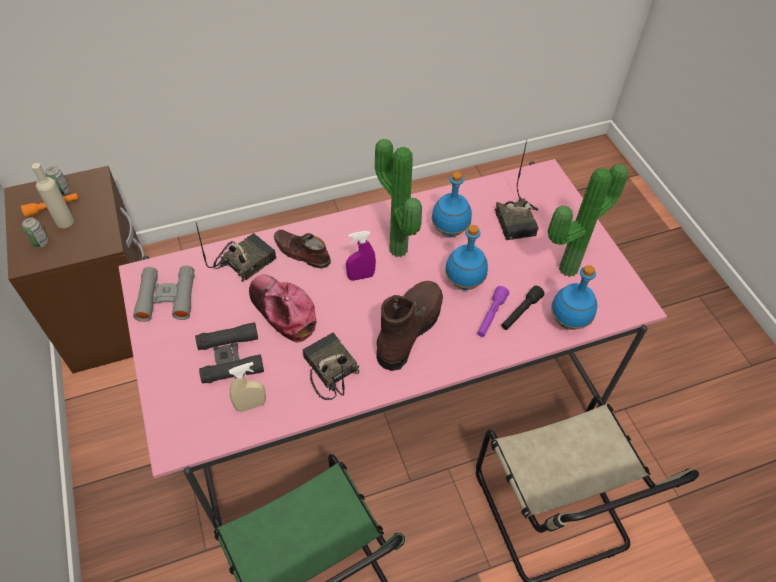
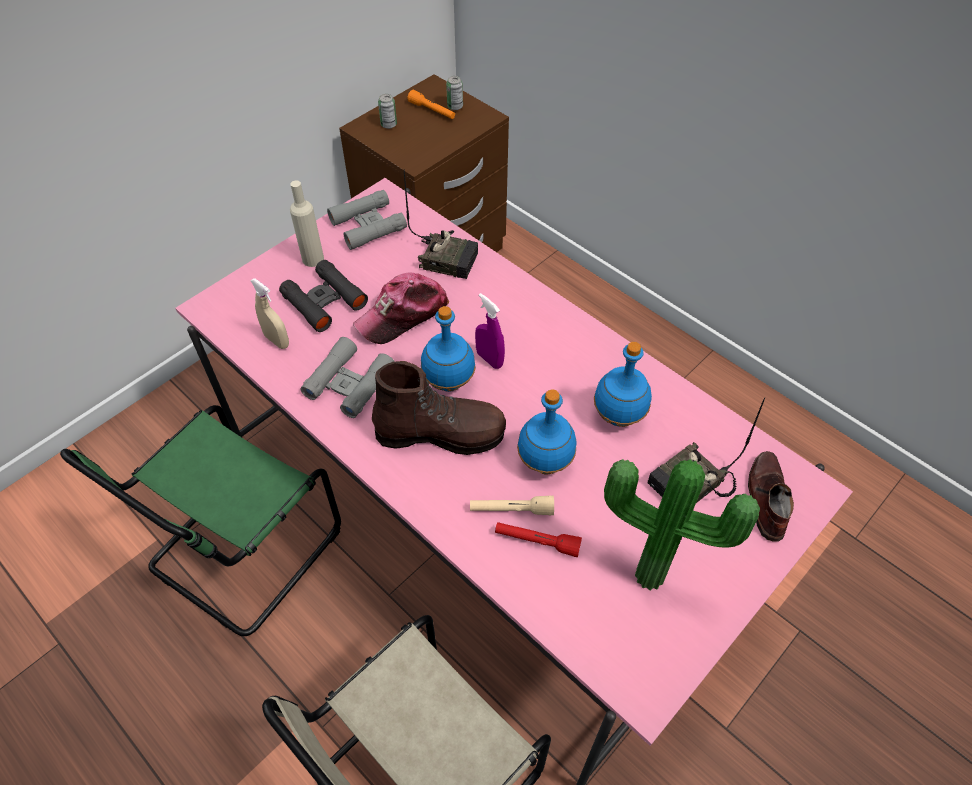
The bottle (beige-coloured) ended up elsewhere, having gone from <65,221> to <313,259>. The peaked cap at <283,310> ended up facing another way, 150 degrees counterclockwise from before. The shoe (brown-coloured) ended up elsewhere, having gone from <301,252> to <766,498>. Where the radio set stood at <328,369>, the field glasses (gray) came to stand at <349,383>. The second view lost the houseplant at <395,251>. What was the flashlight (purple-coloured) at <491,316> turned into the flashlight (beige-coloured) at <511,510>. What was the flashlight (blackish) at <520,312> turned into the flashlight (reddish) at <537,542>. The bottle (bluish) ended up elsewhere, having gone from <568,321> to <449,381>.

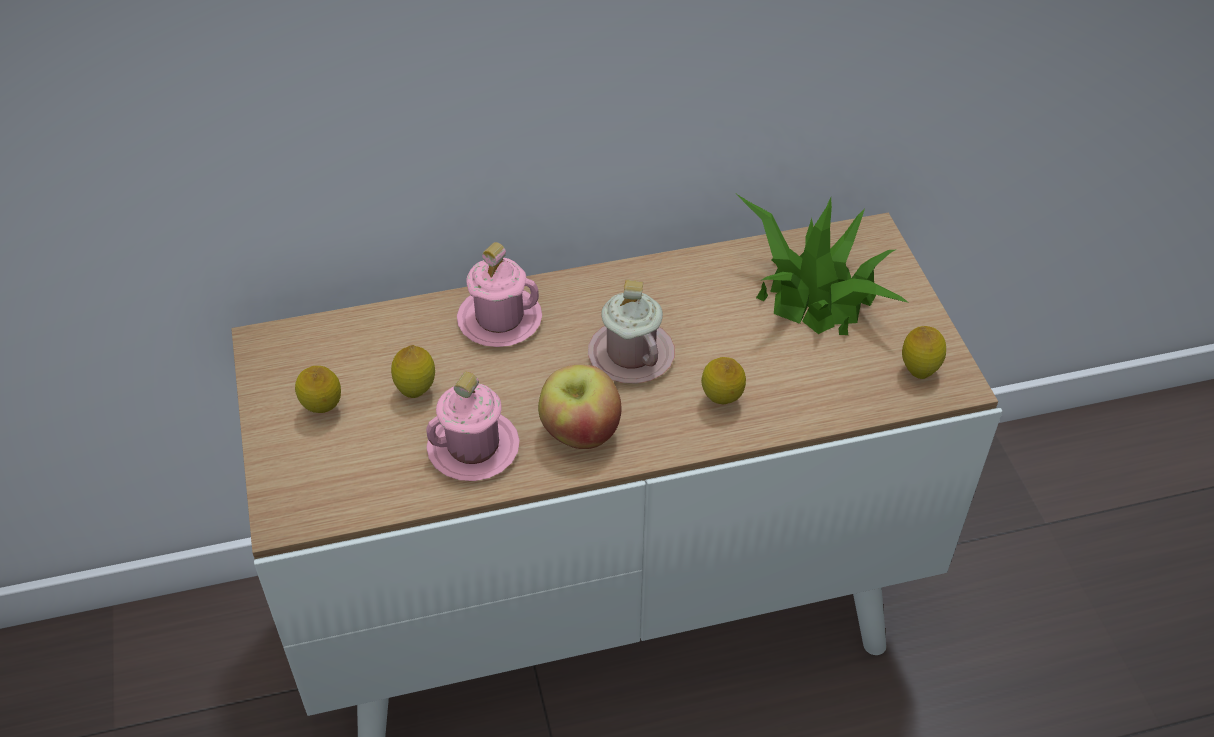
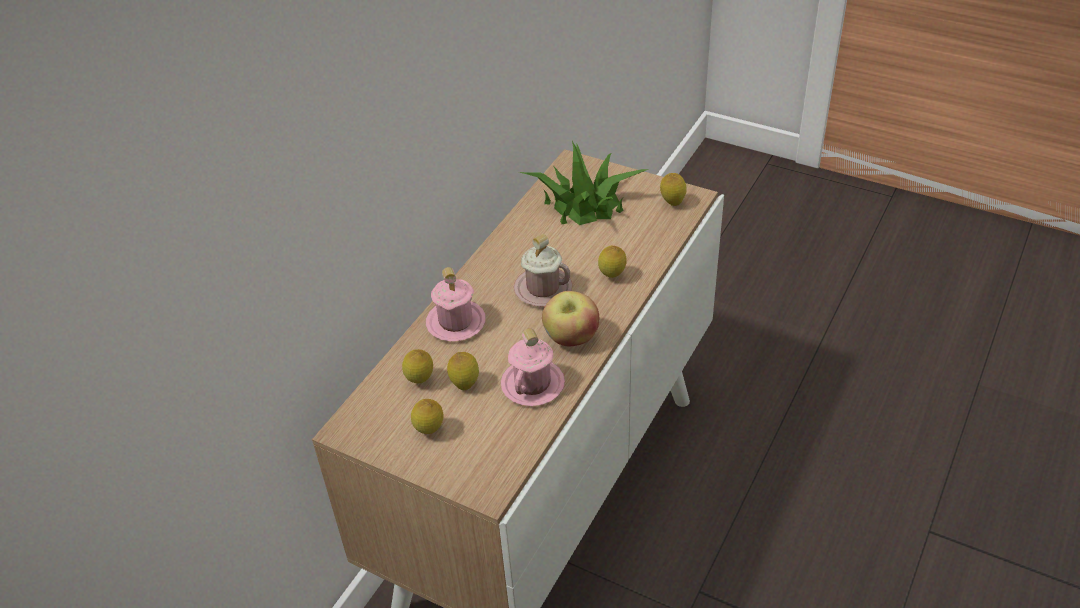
The second view gained the lemon at <420,381>.

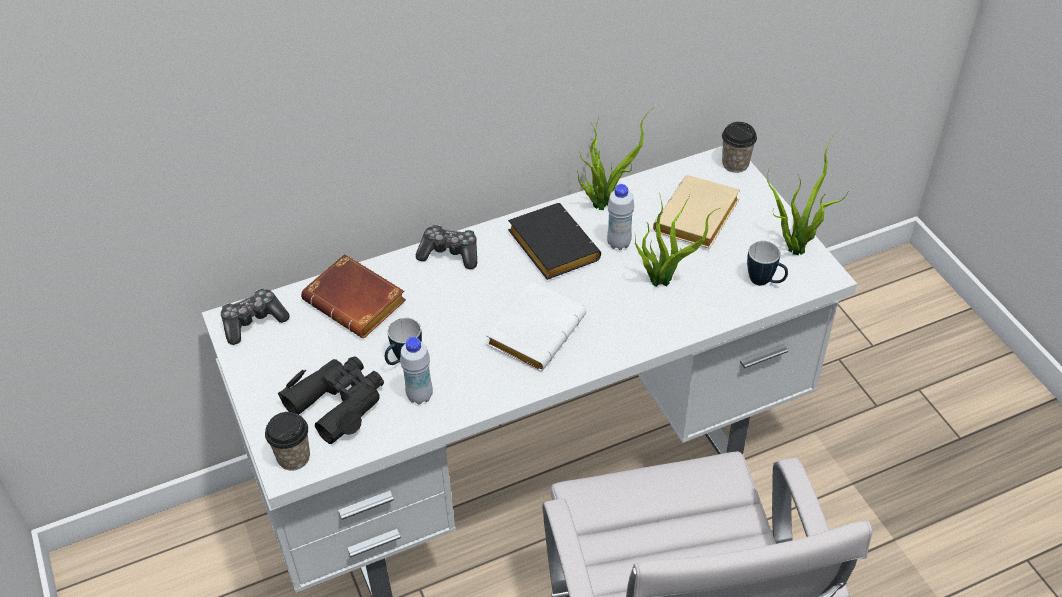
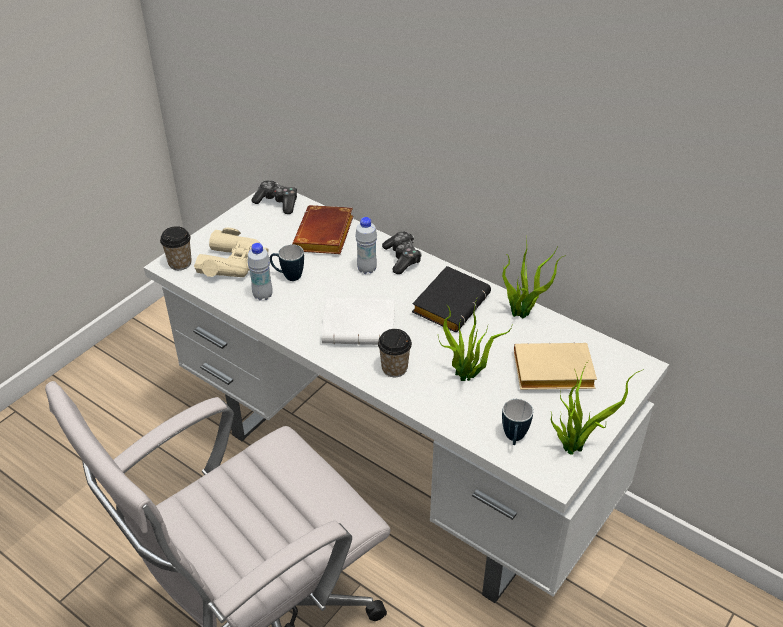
What was the field glasses (blackish) at <338,402> turned into the field glasses (beige-coloured) at <234,263>. The bottle (whitish) ended up elsewhere, having gone from <619,243> to <367,269>. The drinking cup ended up elsewhere, having gone from <735,164> to <394,368>.

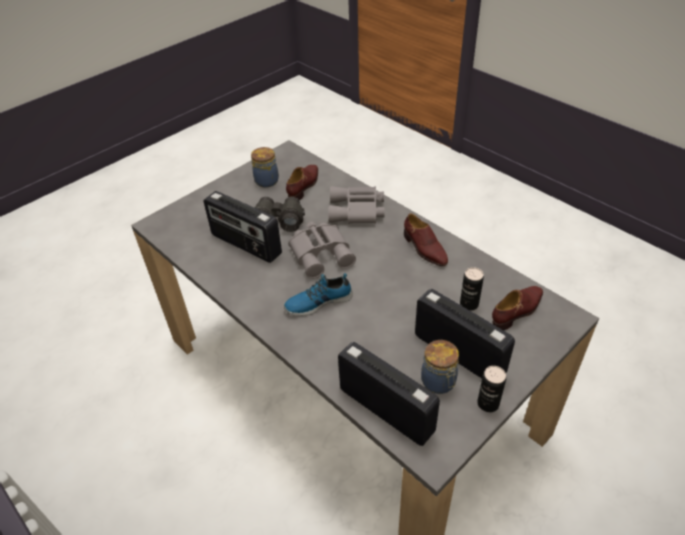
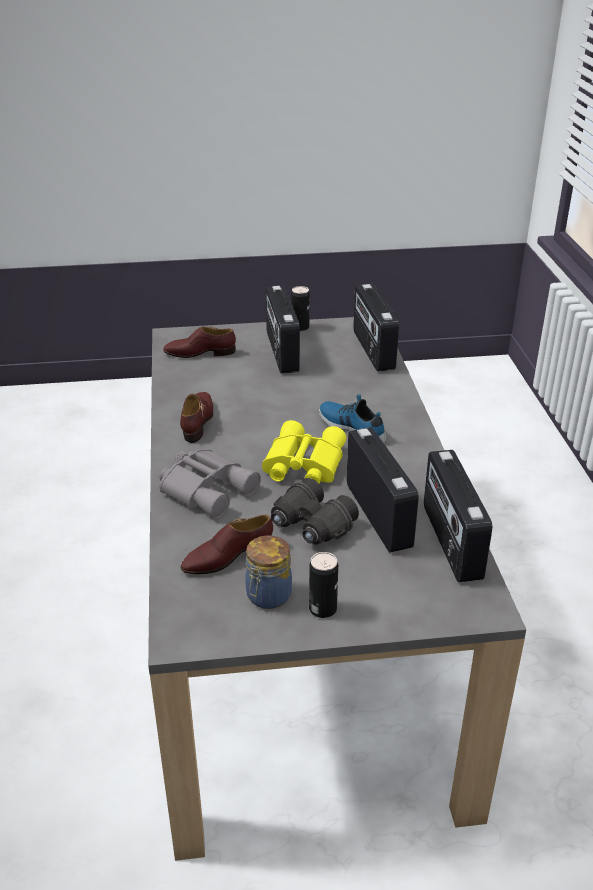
The shoe at <318,301> ended up facing another way, 150 degrees counterclockwise from before. What was the field glasses (gray) at <322,253> turned into the field glasses (yellowish) at <302,464>. The second view lost the storage jar at <439,382>. The metal can ended up elsewhere, having gone from <469,304> to <322,609>. The second view gained the radio set at <450,542>.

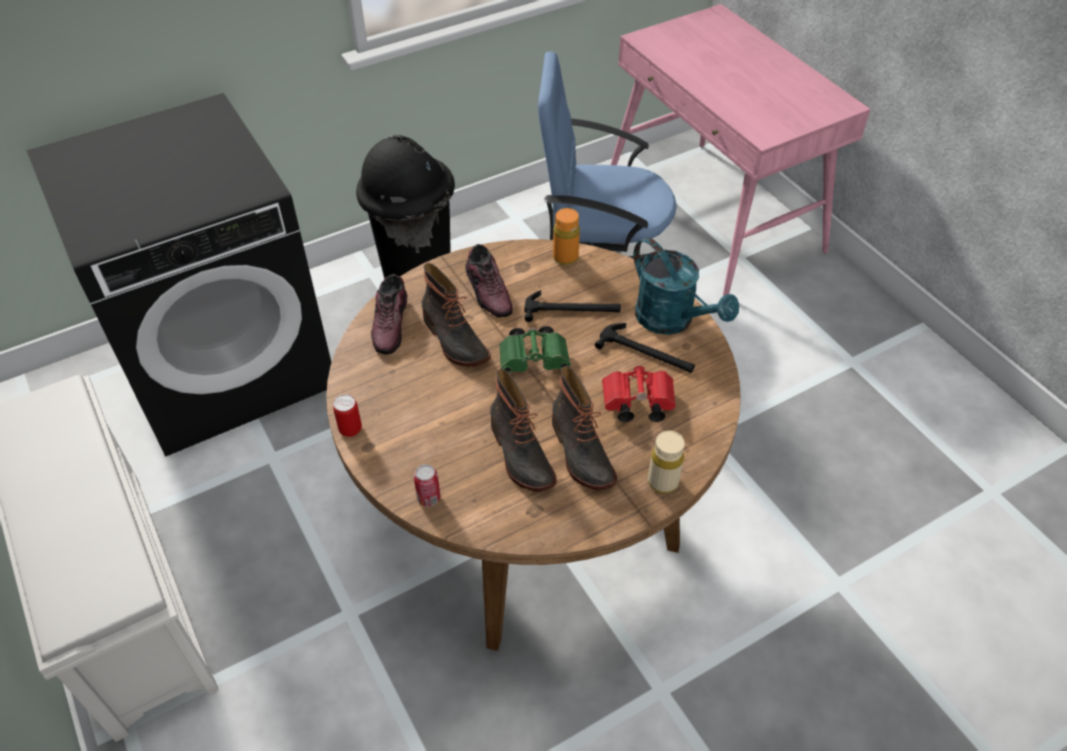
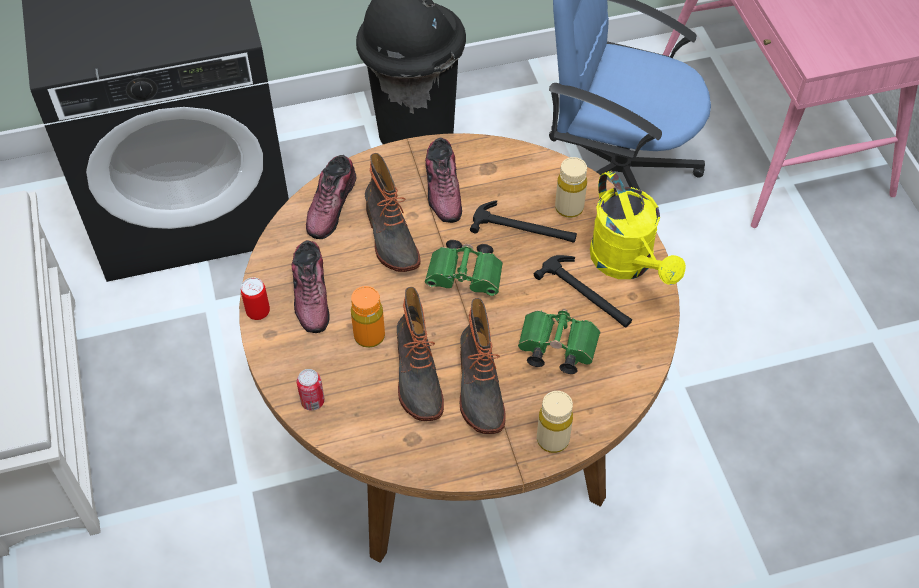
The bottle (orange-coloured) ended up elsewhere, having gone from <565,257> to <369,336>. What was the field glasses (reddish) at <635,404> turned into the field glasses (greenish) at <554,349>. What was the watering pot (turquoise-coloured) at <672,321> turned into the watering pot (yellowish) at <628,264>. The second view gained the shoe at <312,295>. The second view gained the bottle (beige-coloured) at <569,208>.

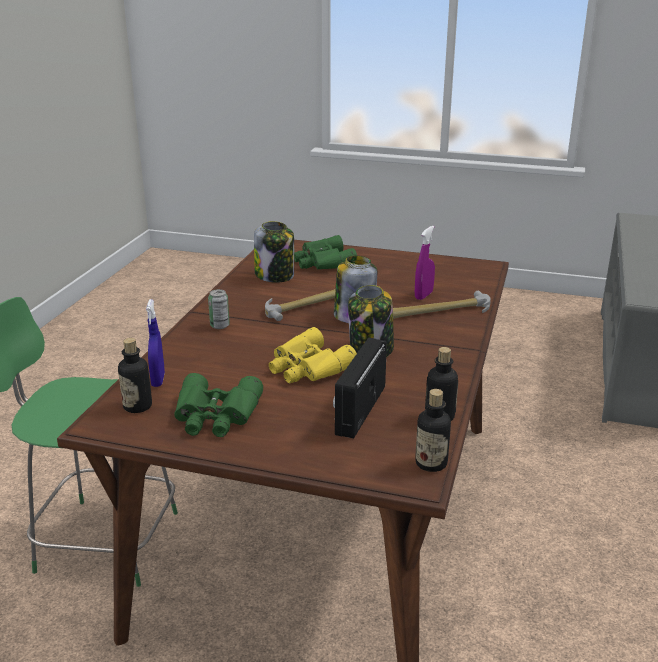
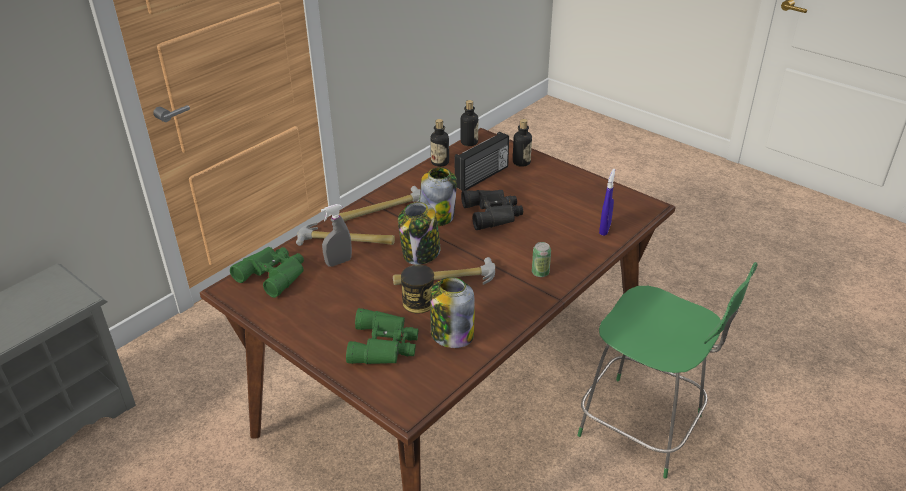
The bottle ended up elsewhere, having gone from <137,406> to <521,162>. The field glasses (greenish) ended up elsewhere, having gone from <216,416> to <274,274>. What was the field glasses (yellowish) at <307,367> turned into the field glasses (blackish) at <494,213>. What was the hand sprayer (purple-coloured) at <423,295> turned into the hand sprayer (gray) at <338,262>. The second view gained the hand hammer at <382,209>. The second view gained the metal can at <418,302>.

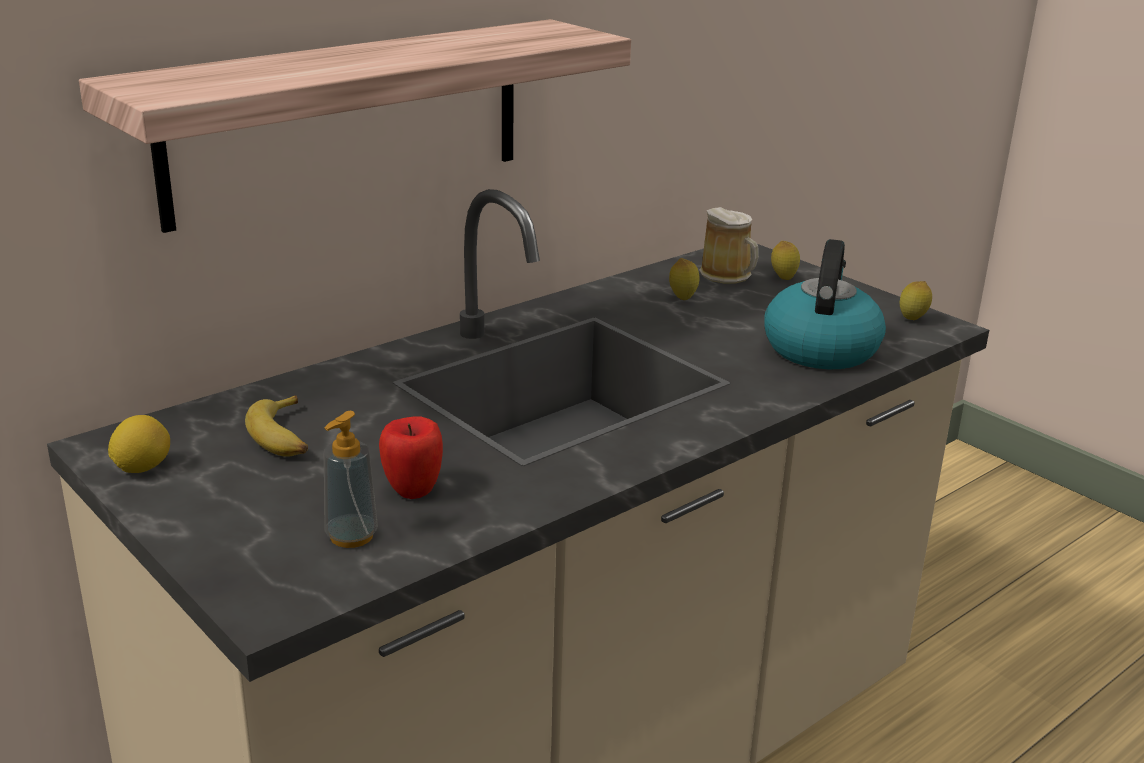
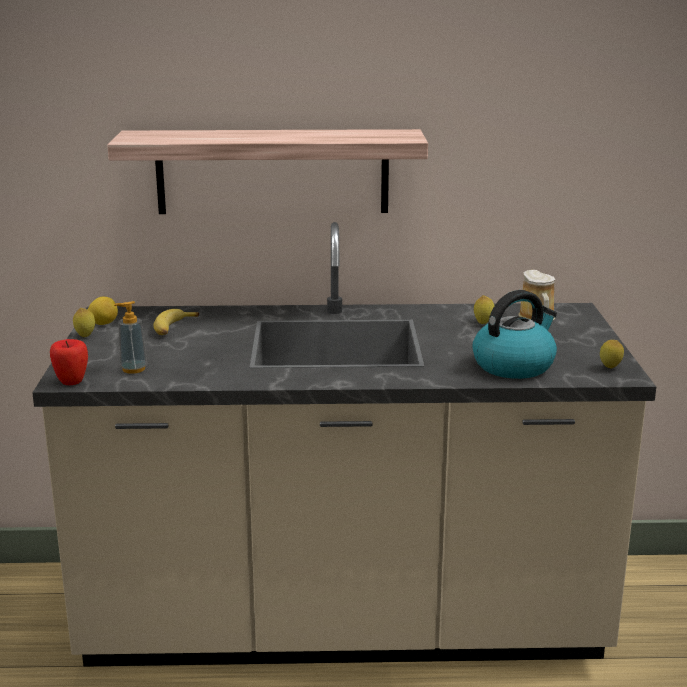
The apple ended up elsewhere, having gone from <413,491> to <71,382>. The lemon ended up elsewhere, having gone from <783,278> to <85,336>.

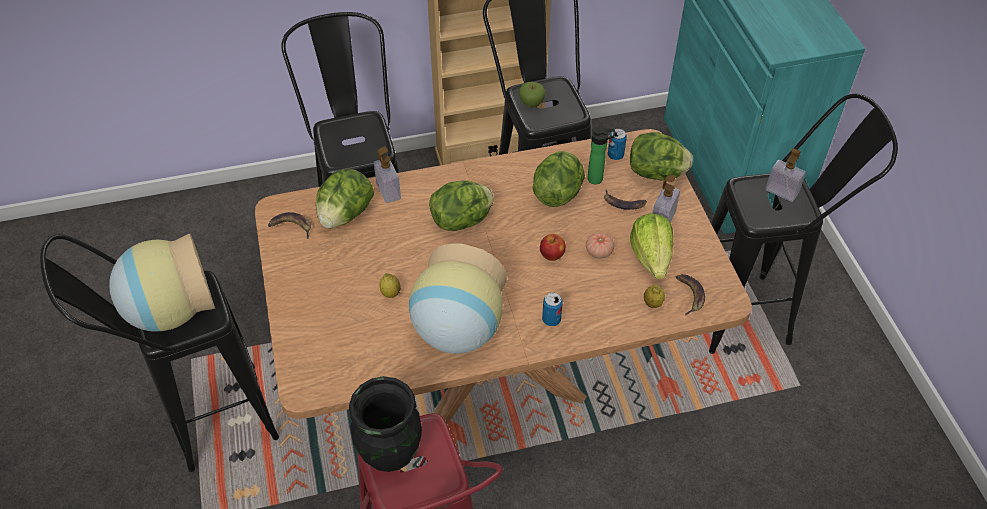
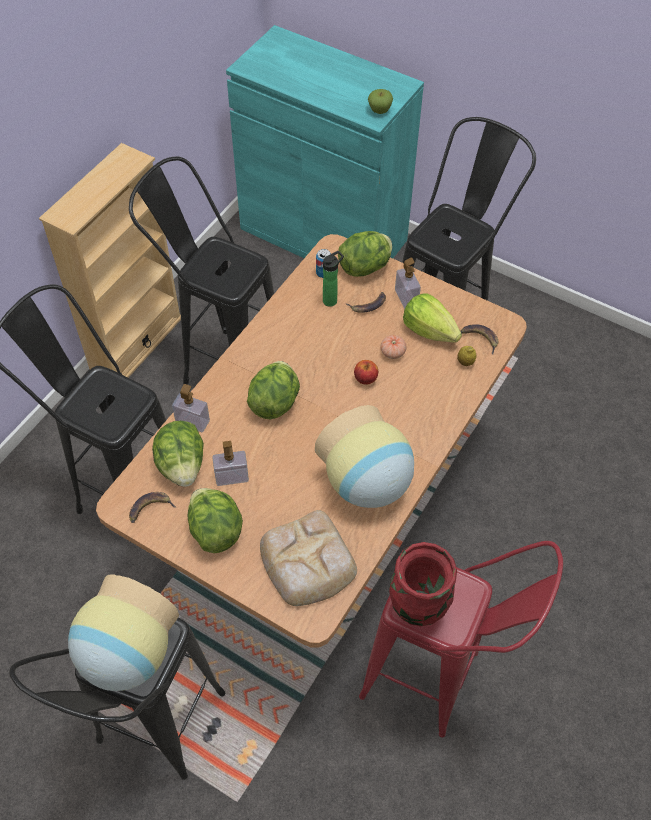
What was the flower vase (blackish) at <389,454> turned into the flower vase (reddish) at <417,608>. The second view lost the lemon at <390,293>. The apple ended up elsewhere, having gone from <531,103> to <379,111>. The lettuce head ended up elsewhere, having gone from <558,193> to <215,530>. The second view lost the metal can at <551,319>. The soap bottle ended up elsewhere, having gone from <781,191> to <232,477>. The second view gained the bread at <307,562>.

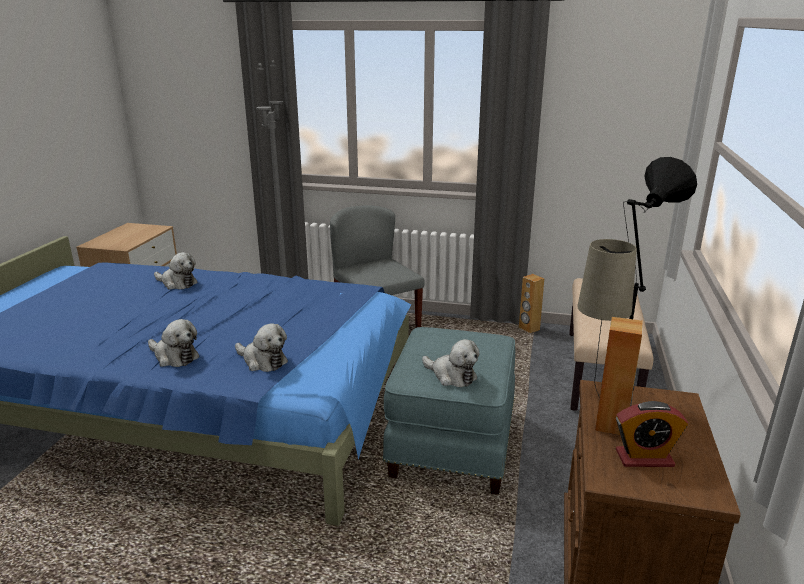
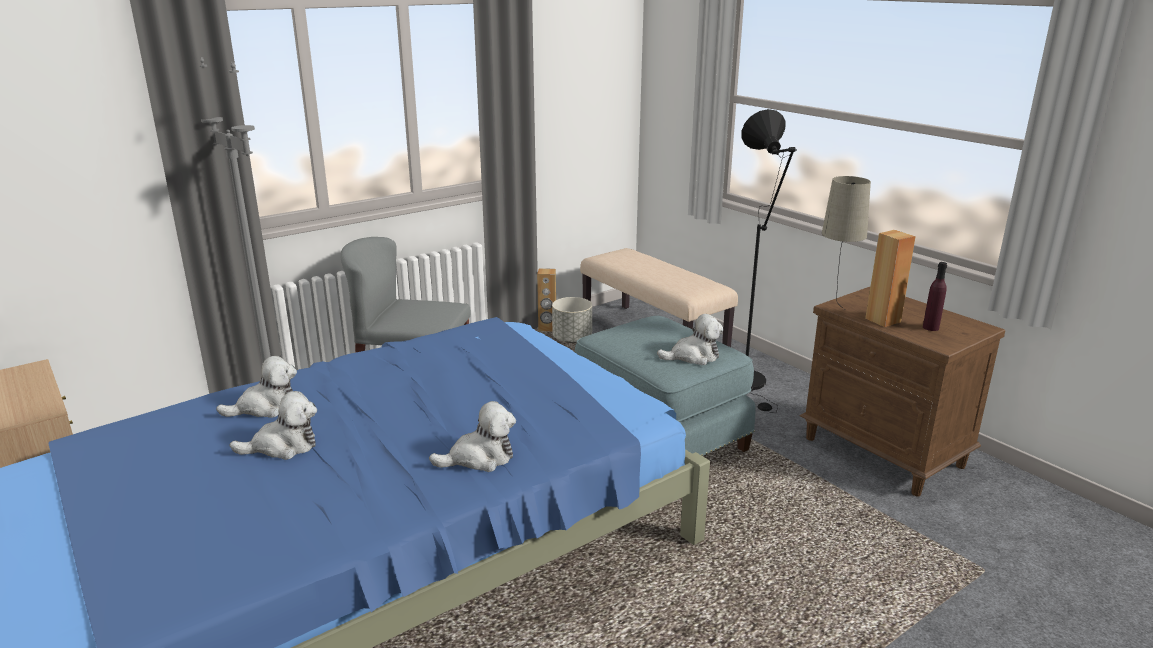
The plush toy ended up elsewhere, having gone from <262,361> to <283,446>. Where the table clock stood at <644,458>, the bottle (purple-coloured) came to stand at <930,327>. The second view gained the planter (gray) at <572,339>.

